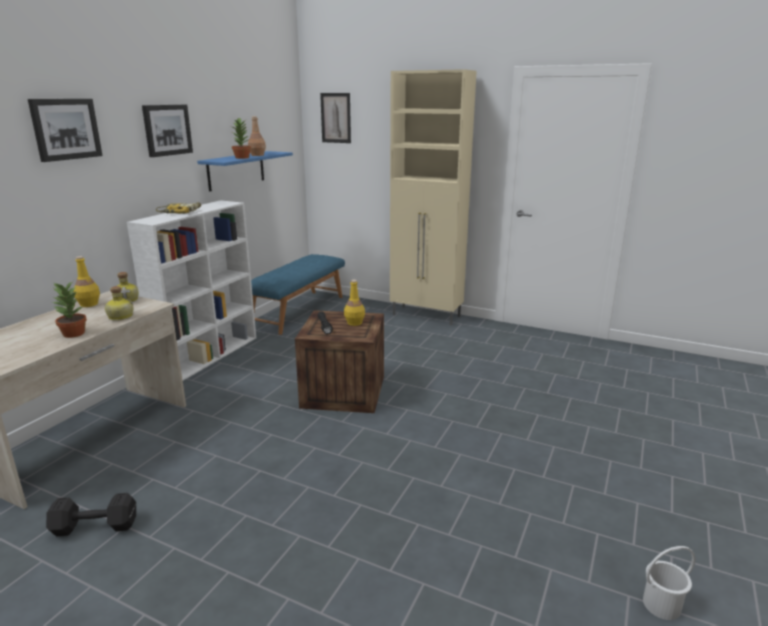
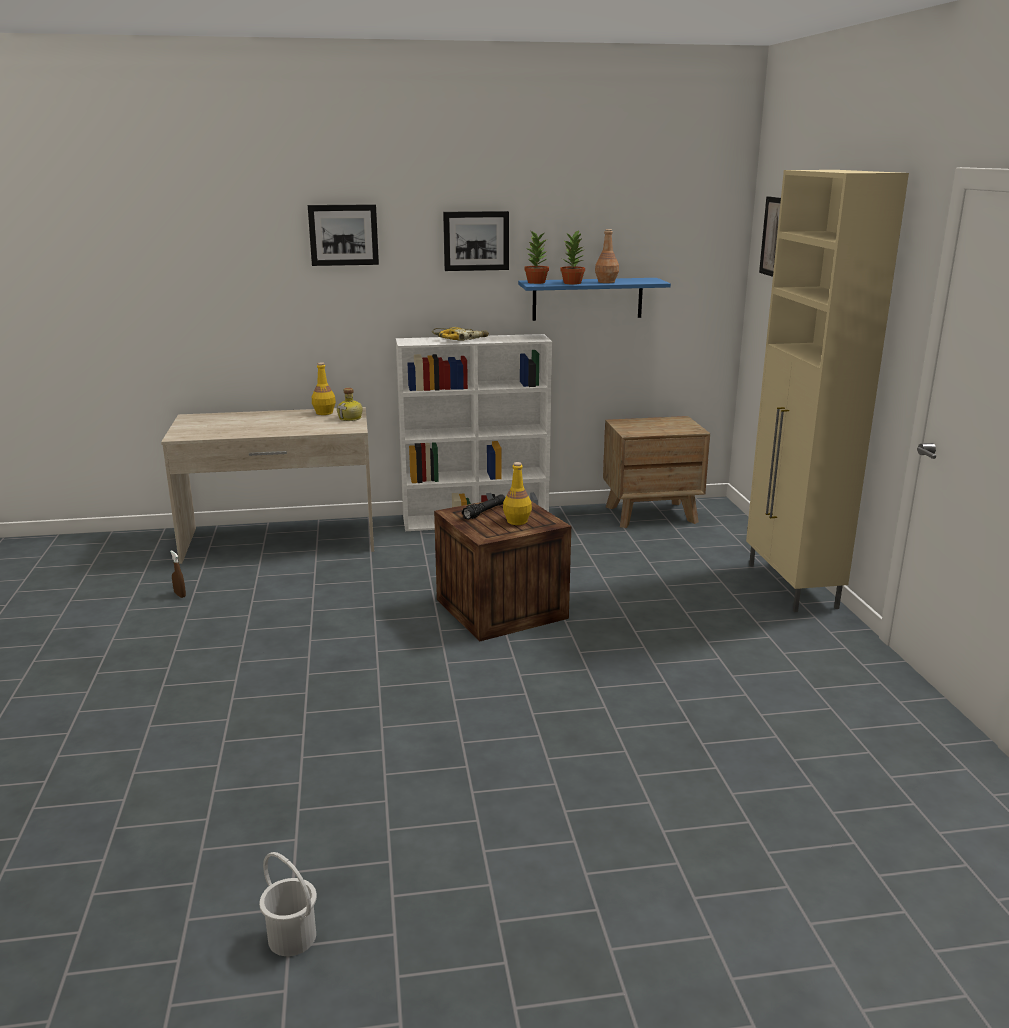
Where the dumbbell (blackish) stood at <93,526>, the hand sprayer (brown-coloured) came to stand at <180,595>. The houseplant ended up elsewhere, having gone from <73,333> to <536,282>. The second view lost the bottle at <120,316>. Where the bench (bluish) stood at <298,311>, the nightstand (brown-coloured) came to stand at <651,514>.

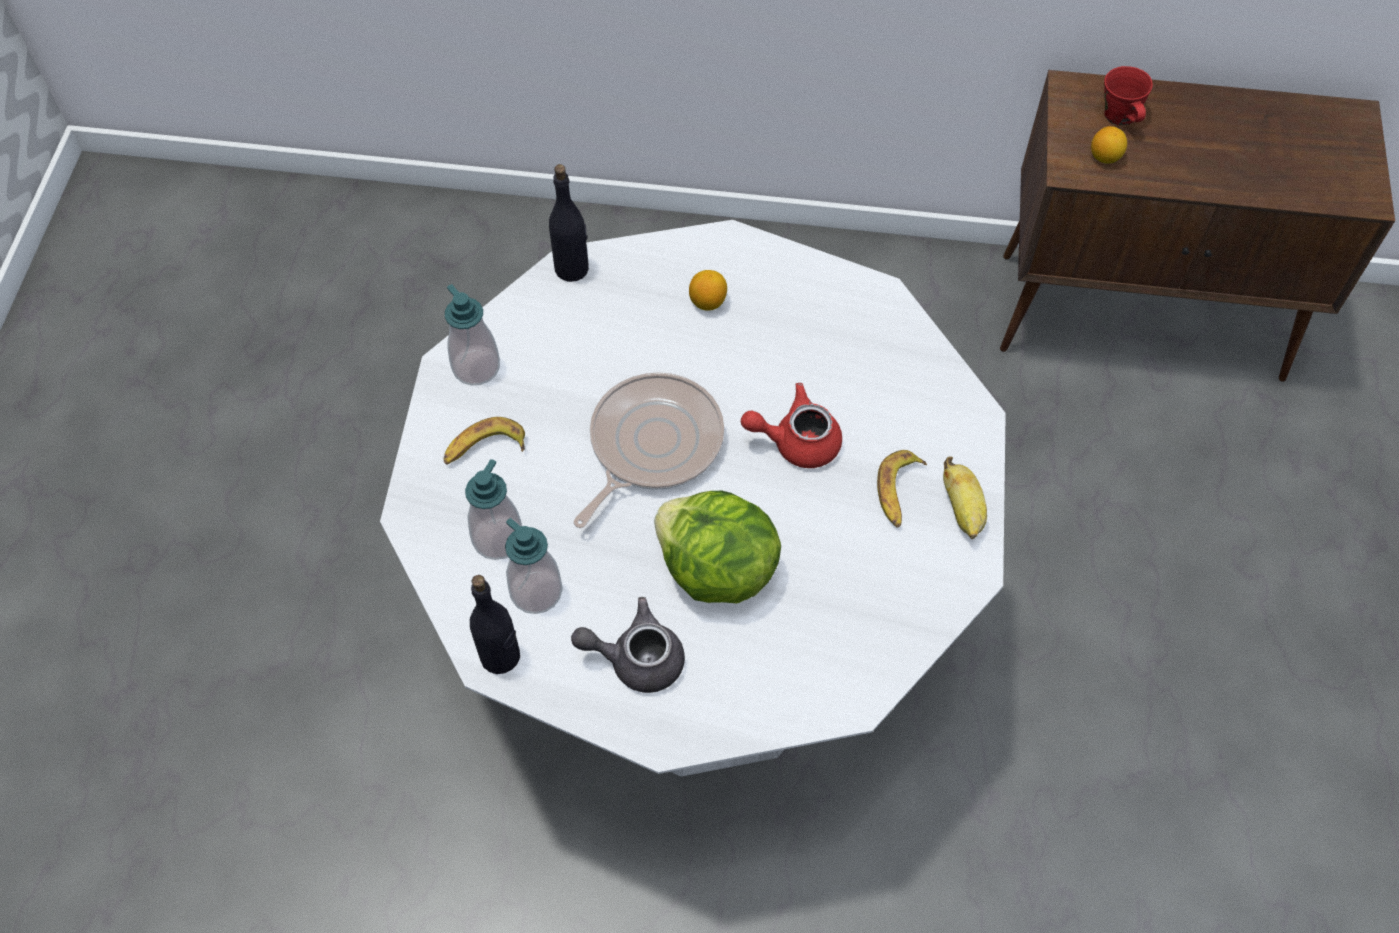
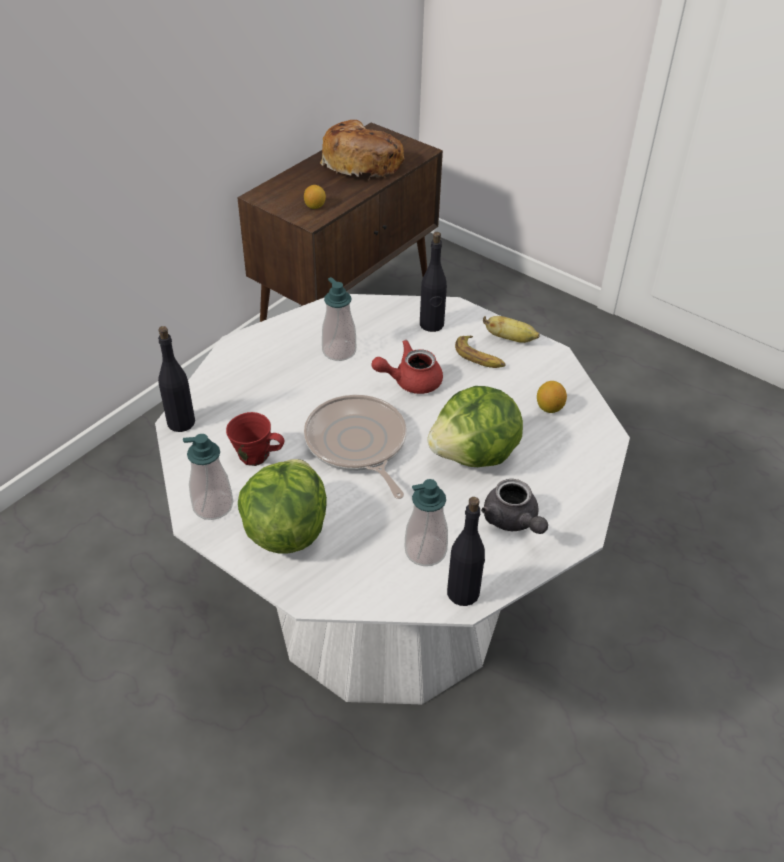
Where the banana stood at <484,448>, the lettuce head came to stand at <286,530>. The soap bottle ended up elsewhere, having gone from <498,538> to <339,351>. The teapot (gray) at <636,658> ended up facing another way, 60 degrees counterclockwise from before. The lemon ended up elsewhere, having gone from <707,301> to <549,408>. The teapot (reddish) at <796,441> ended up facing another way, 45 degrees clockwise from before. The mug (reddish) ended up elsewhere, having gone from <1120,116> to <256,456>. The second view gained the bread at <362,162>. The second view gained the bottle (blackish) at <431,325>.

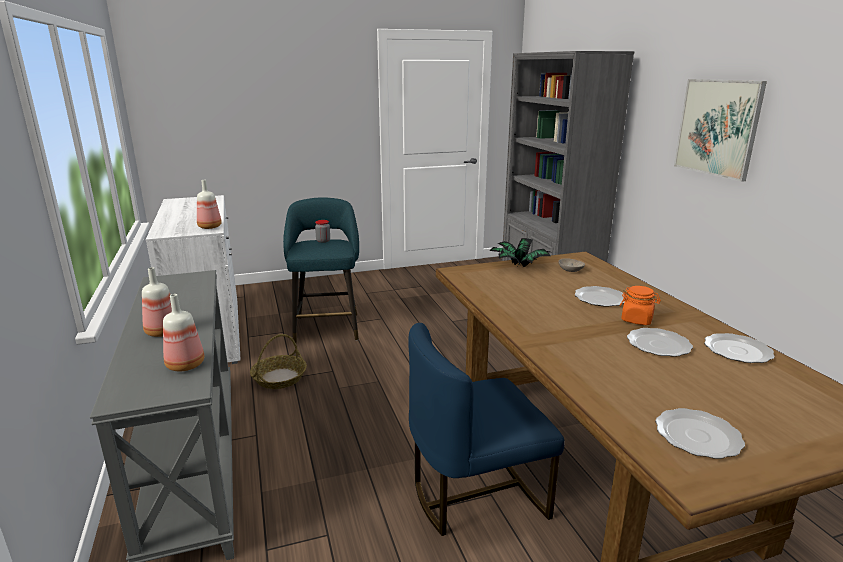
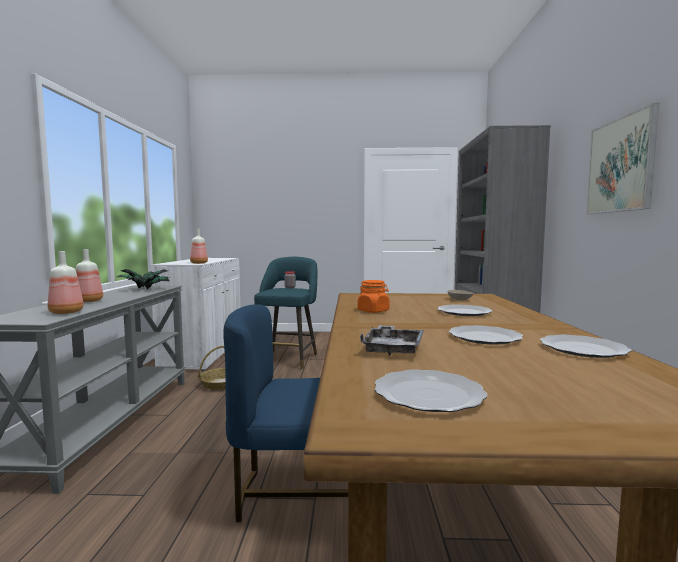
The houseplant ended up elsewhere, having gone from <519,266> to <145,289>. The storage jar (orange-coloured) ended up elsewhere, having gone from <637,320> to <373,311>. The second view gained the serving tray (gray) at <393,349>.

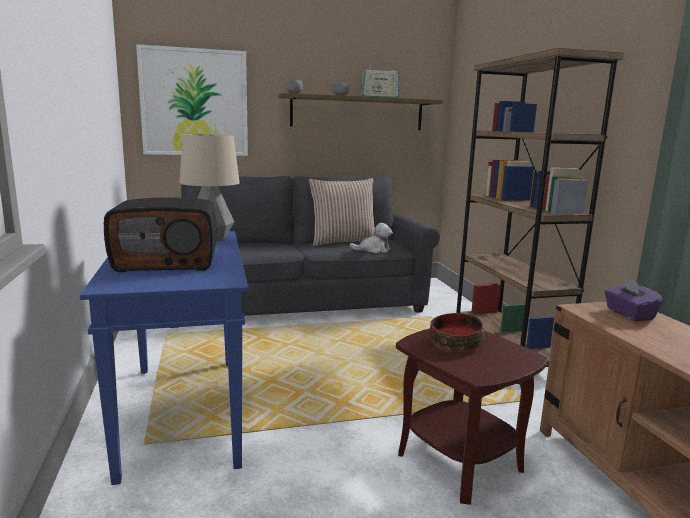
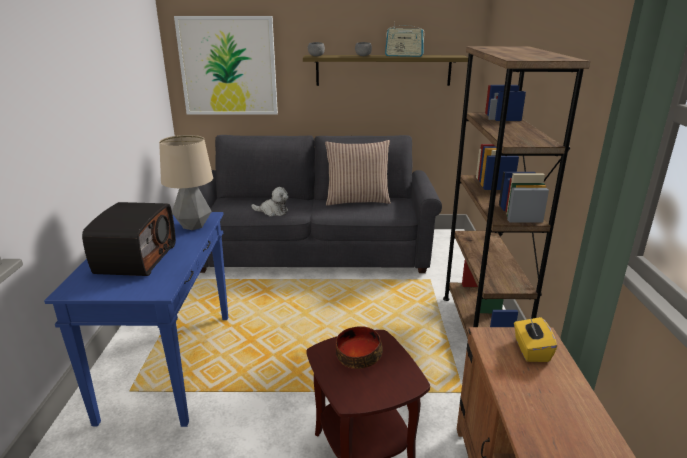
The radio set at <167,262> ended up facing another way, 90 degrees counterclockwise from before. The plush toy ended up elsewhere, having gone from <373,250> to <273,211>. What was the tissue holder (purple-coloured) at <629,314> turned into the tissue holder (yellowish) at <531,350>.

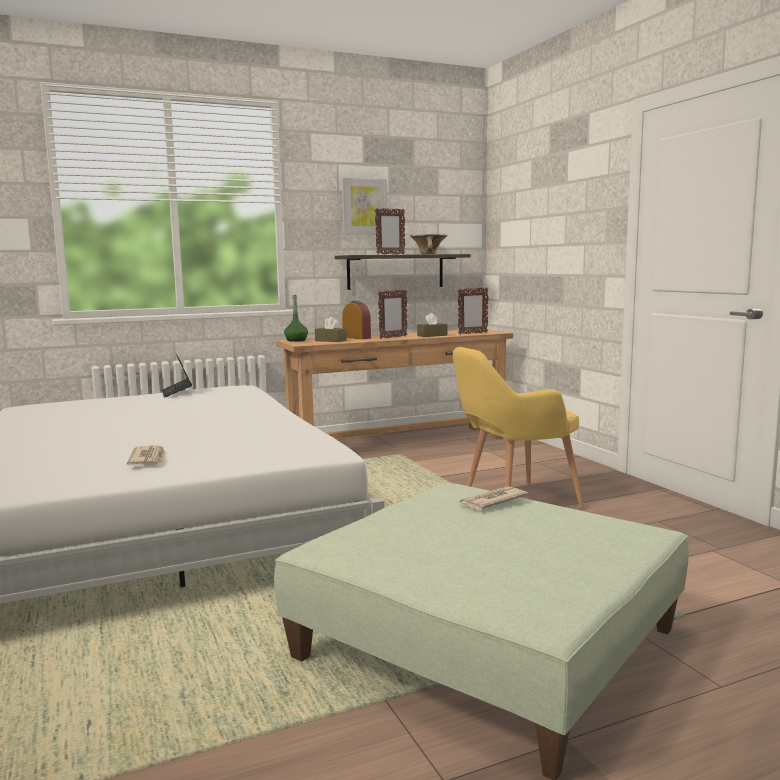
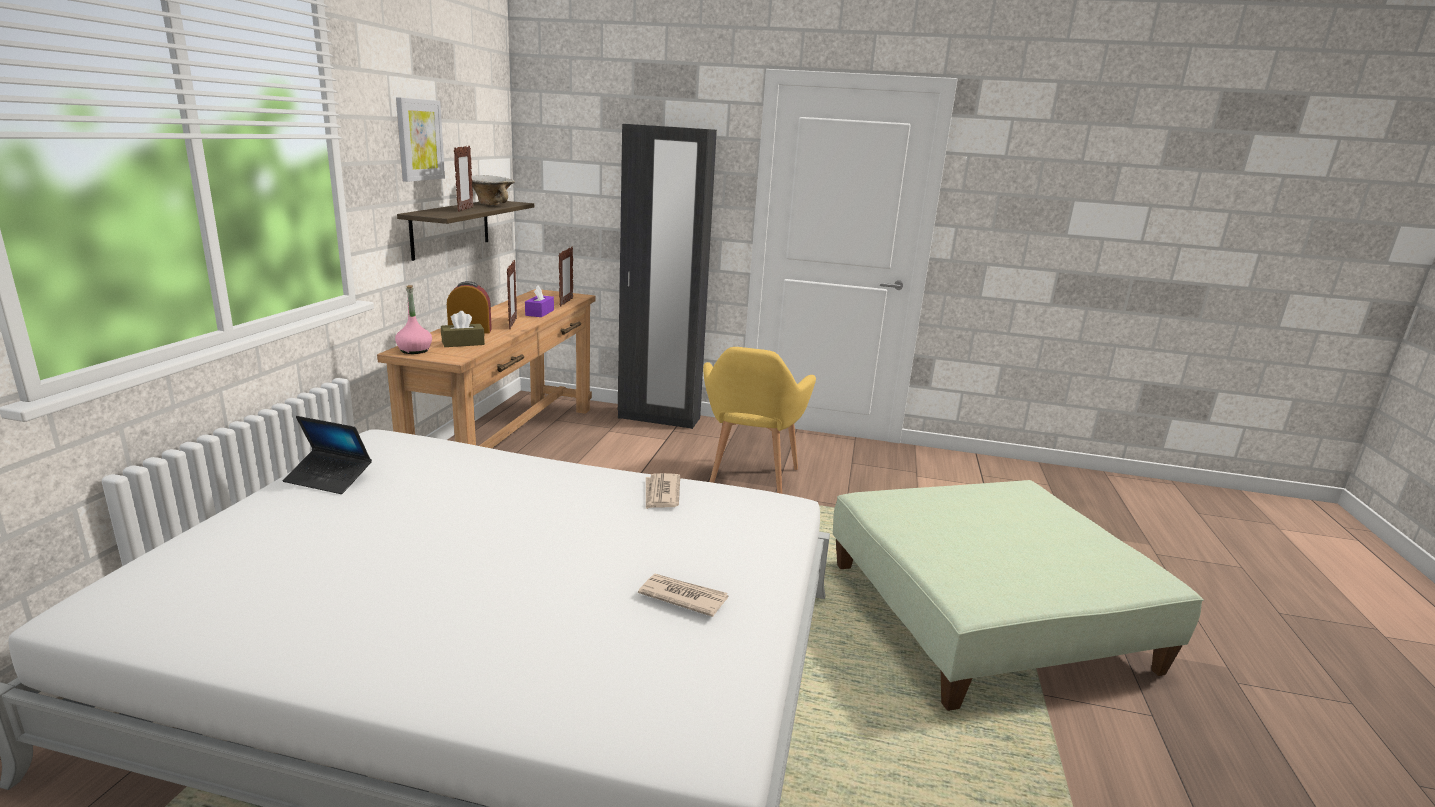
What was the bottle (greenish) at <296,340> turned into the bottle (pink-coloured) at <414,350>. What was the tissue holder (brown-coloured) at <432,335> turned into the tissue holder (purple-coloured) at <539,313>. The daily paper ended up elsewhere, having gone from <491,501> to <661,494>. The second view gained the armoire (blackish) at <659,418>.

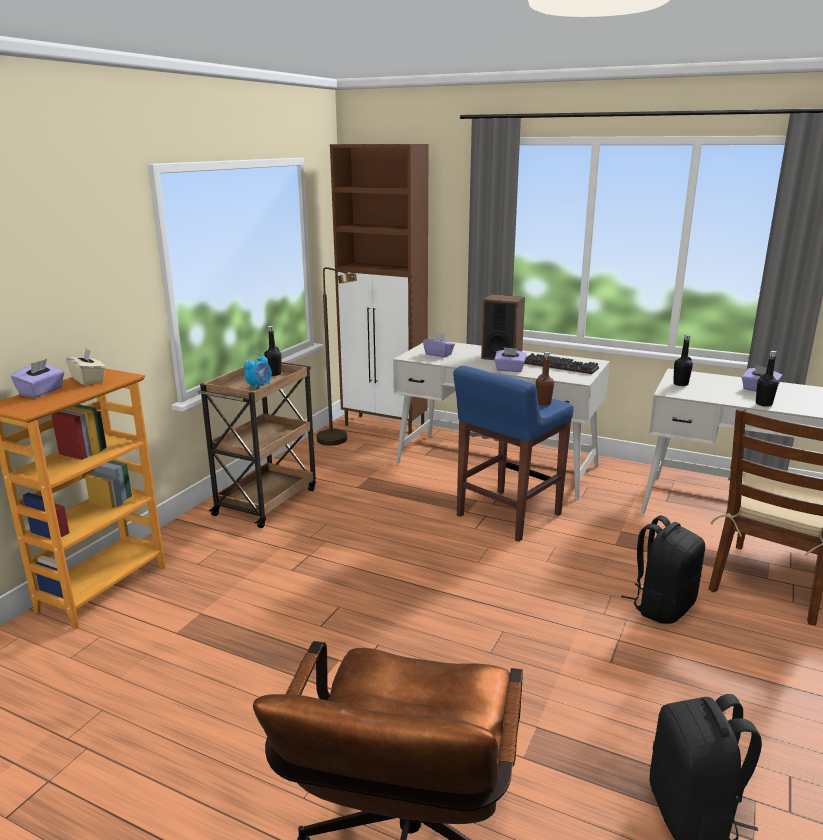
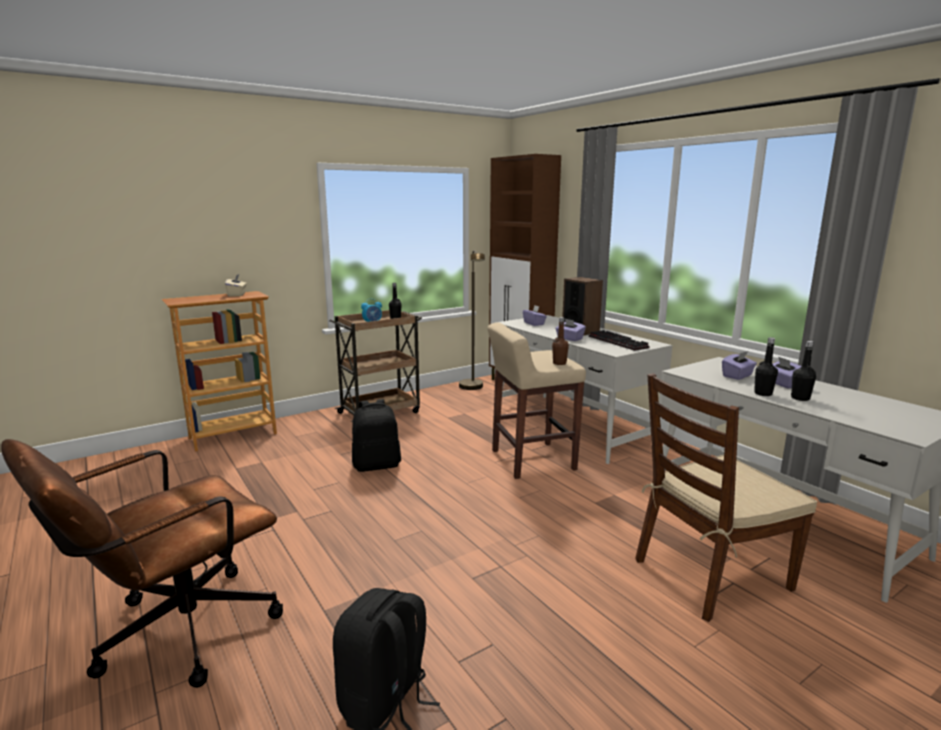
The tissue holder (purple-coloured) ended up elsewhere, having gone from <42,392> to <737,376>. What was the sitting stool (bluish) at <507,516> turned into the sitting stool (beige-coloured) at <531,460>. The knapsack (blackish) ended up elsewhere, having gone from <662,607> to <377,465>. The bottle (blackish) ended up elsewhere, having gone from <680,384> to <800,398>.

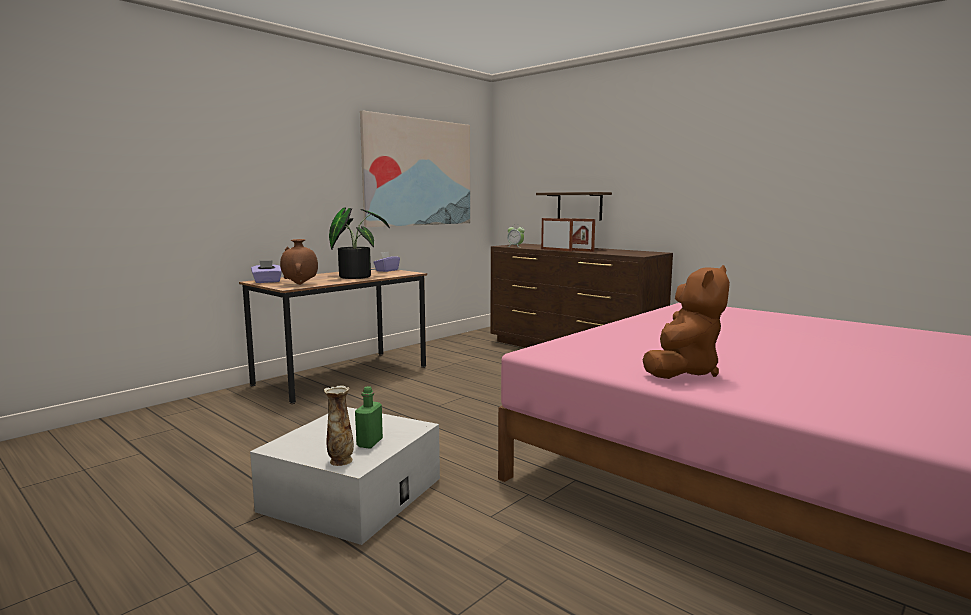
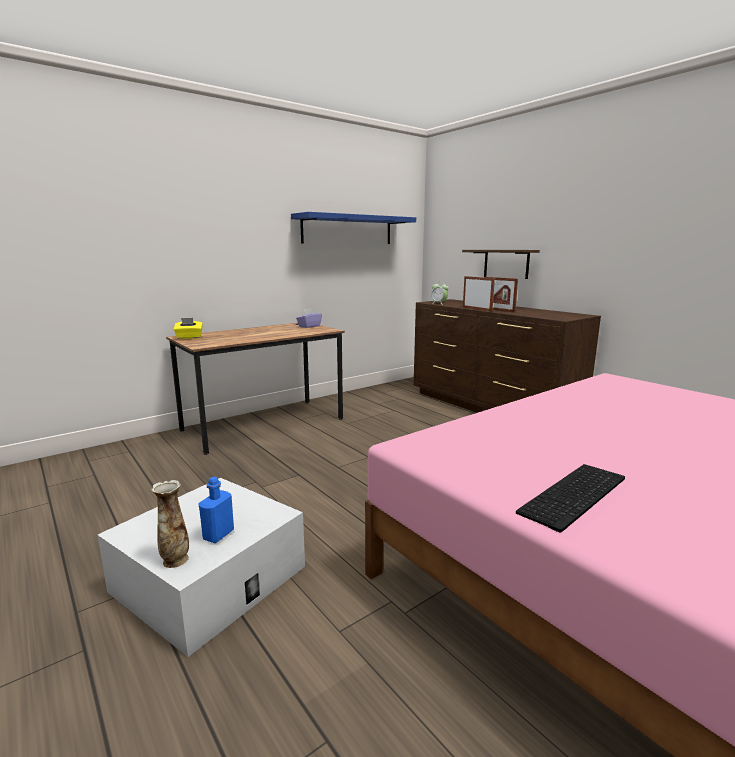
What was the tissue holder (purple-coloured) at <267,282> turned into the tissue holder (yellowish) at <189,337>. The second view lost the flower vase (brown-coloured) at <300,284>. The second view lost the houseplant at <355,276>. What was the bottle (greenish) at <369,443> turned into the bottle (bluish) at <218,535>. Where the picture hung at <418,172>, the bracket shelf (bluish) came to hang at <347,230>. Where the plush toy (brown-coloured) stood at <682,371>, the computer keyboard came to stand at <575,496>.

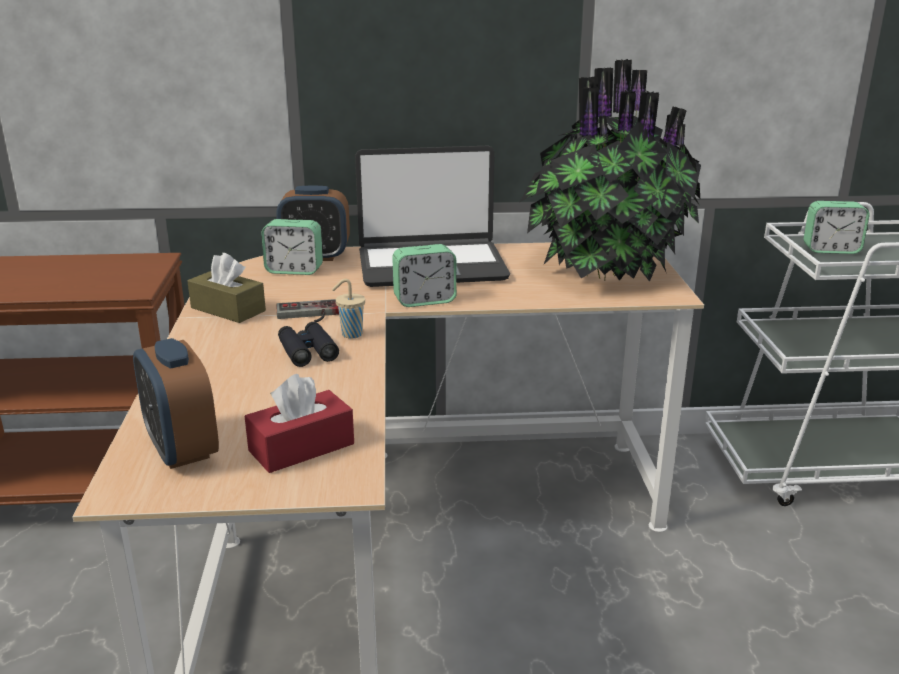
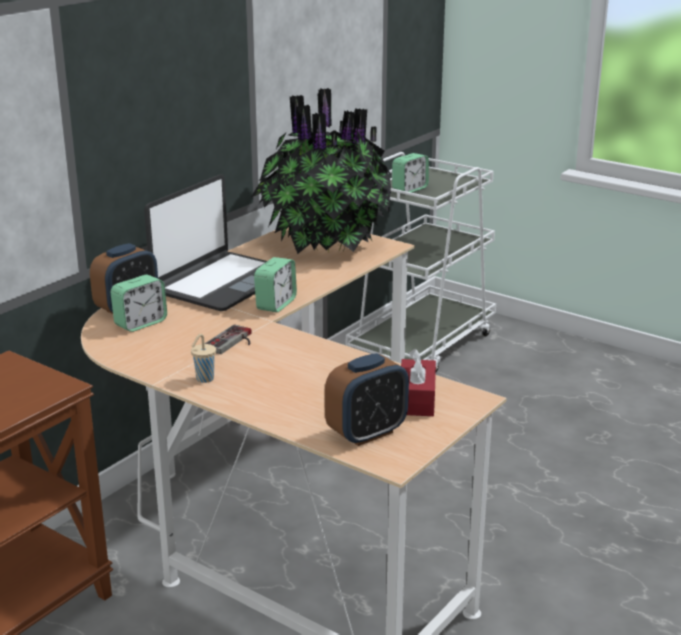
The table clock at <181,449> ended up facing another way, 45 degrees counterclockwise from before. The second view lost the tissue holder (brown-coloured) at <228,309>. The second view lost the field glasses (blackish) at <307,351>. The drinking cup (beige-coloured) ended up elsewhere, having gone from <350,334> to <204,379>.

